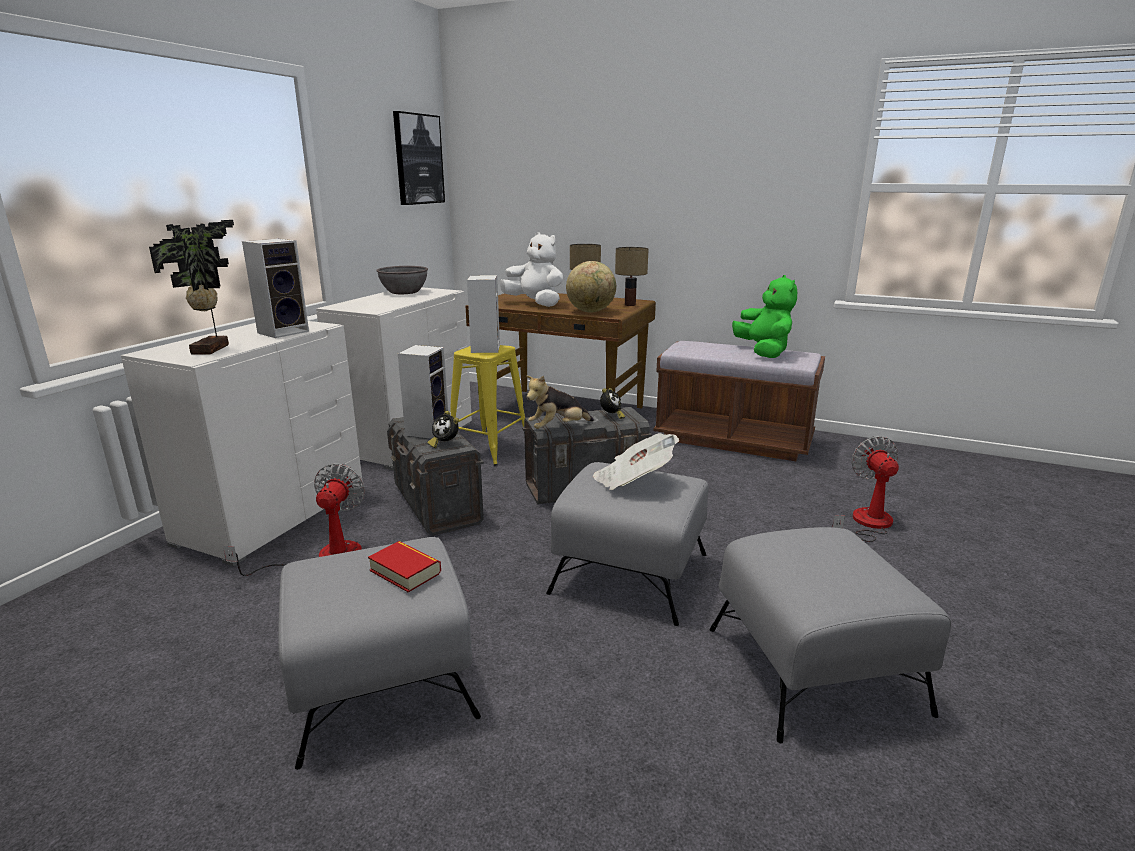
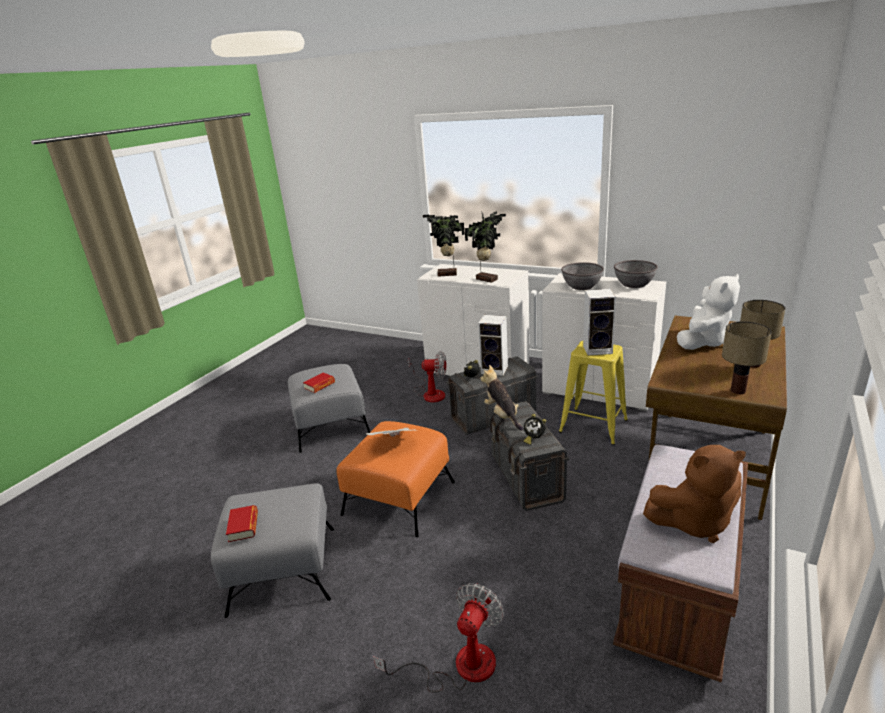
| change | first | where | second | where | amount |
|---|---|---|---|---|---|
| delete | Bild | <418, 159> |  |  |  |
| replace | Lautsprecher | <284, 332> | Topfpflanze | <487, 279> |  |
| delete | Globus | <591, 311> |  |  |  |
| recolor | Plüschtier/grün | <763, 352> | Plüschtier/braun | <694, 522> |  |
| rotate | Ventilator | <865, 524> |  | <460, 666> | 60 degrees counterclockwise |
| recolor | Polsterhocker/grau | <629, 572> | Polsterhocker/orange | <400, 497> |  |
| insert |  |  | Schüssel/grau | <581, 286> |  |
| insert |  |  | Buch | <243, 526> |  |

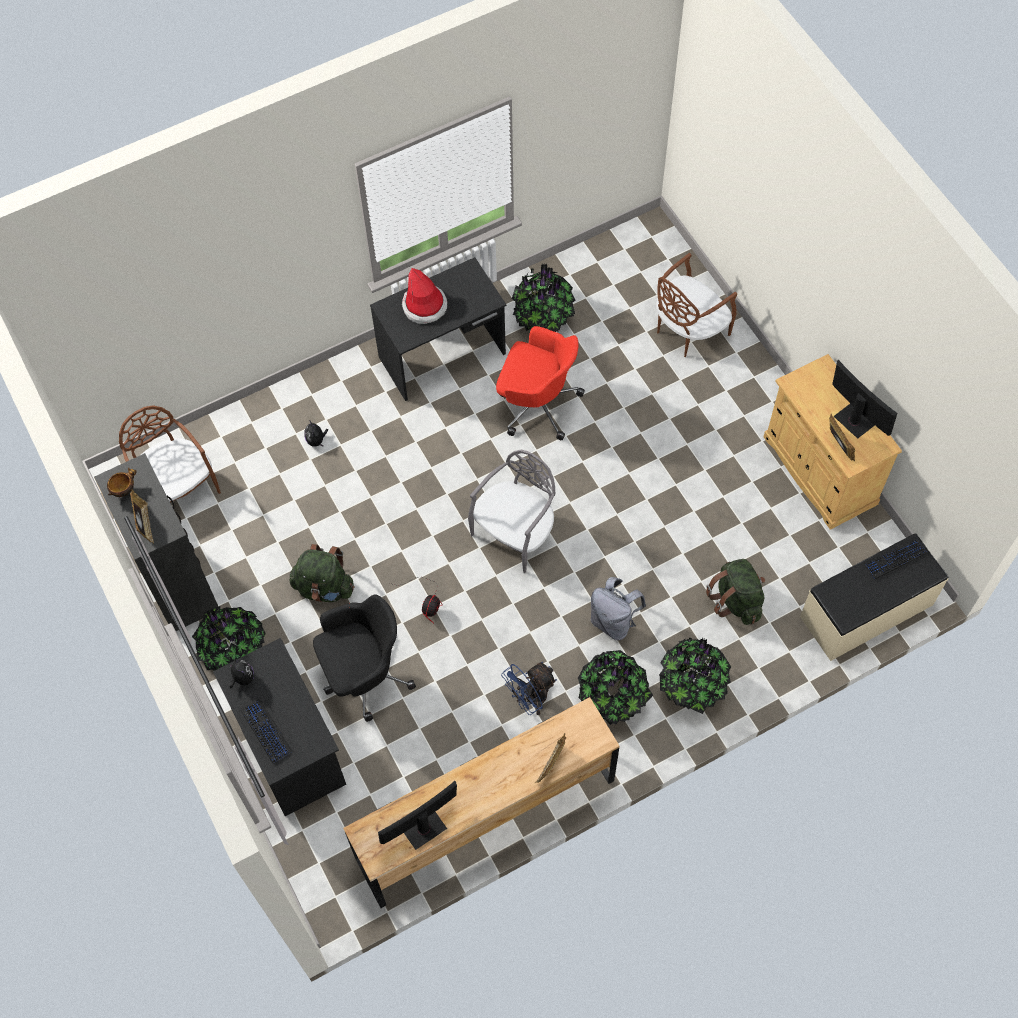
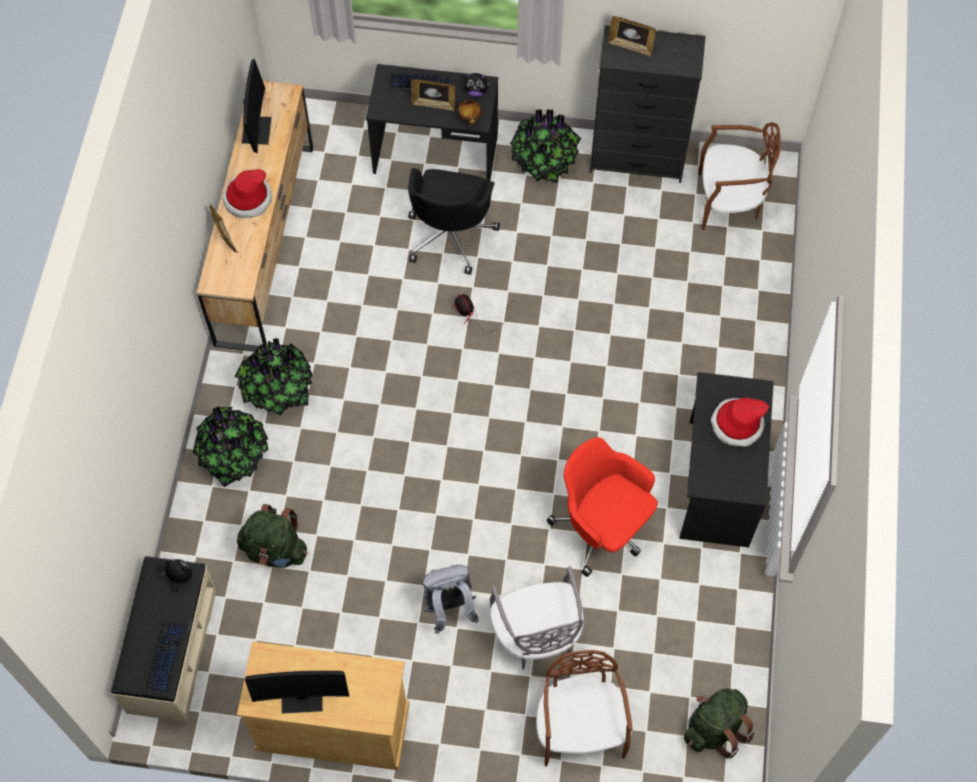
| change | first | where | second | where | amount |
|---|---|---|---|---|---|
| delete | Topfpflanze | <543, 319> |  |  |  |
| rotate | Bürostuhl/rot | <537, 403> |  | <602, 528> | 75 degrees clockwise |
| move | Bilderrahmen | <838, 446> |  | <433, 104> |  |
| move | Plüschtier | <316, 440> |  | <180, 578> |  |
| move | Stuhl/grau | <515, 533> |  | <537, 635> |  |
| move | Schüssel | <124, 490> |  | <470, 119> |  |
| move | Rucksack/grün | <324, 587> |  | <715, 728> |  |
| move | Rucksack/grau | <613, 621> |  | <449, 608> |  |
| delete | Ventilator/blau | <530, 699> |  |  |  |
| insert |  |  | Hut | <248, 199> |  |

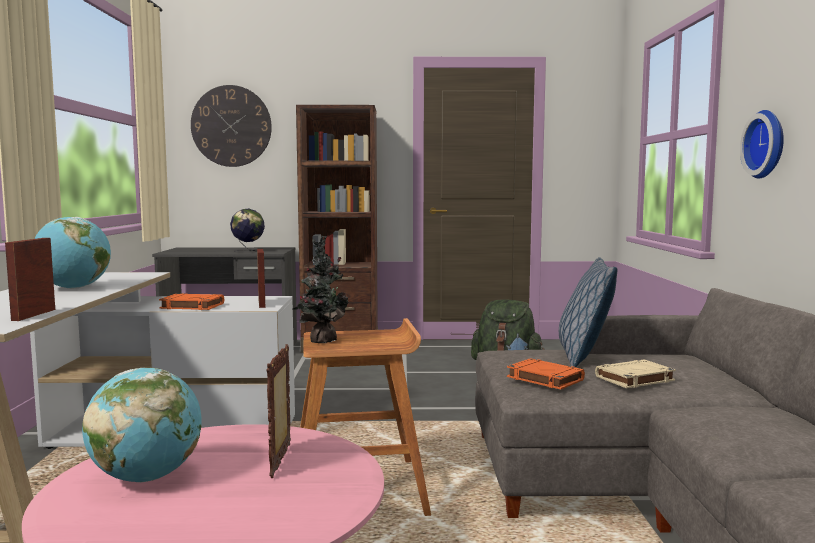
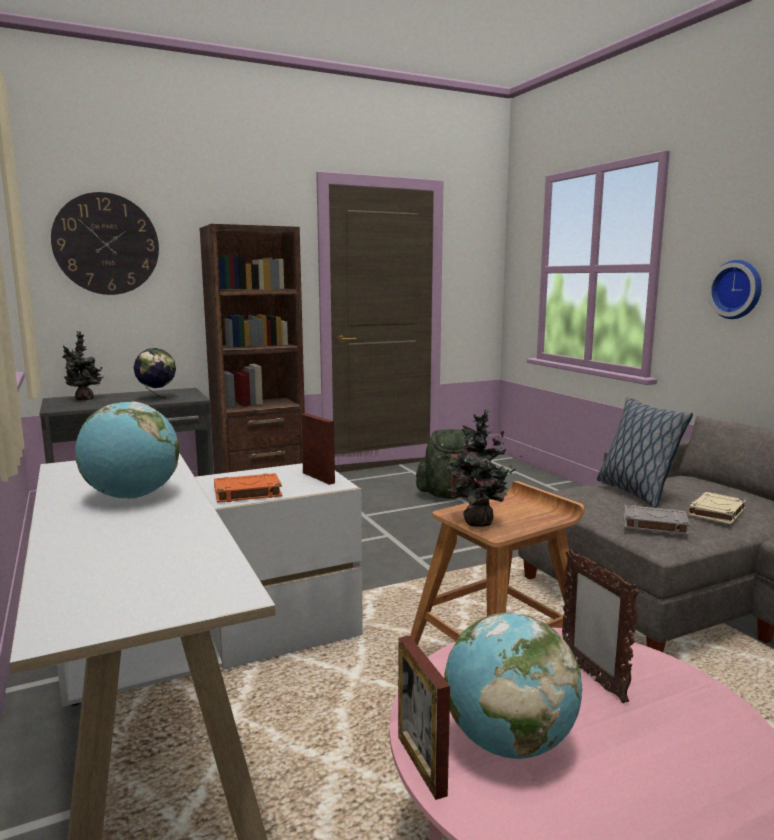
| change | first | where | second | where | amount |
|---|---|---|---|---|---|
| move | Bilderrahmen | <34, 315> |  | <421, 764> |  |
| recolor | Buch/orange | <544, 378> | Buch/grau | <653, 524> |  |
| insert |  |  | Topfpflanze | <84, 399> |  |

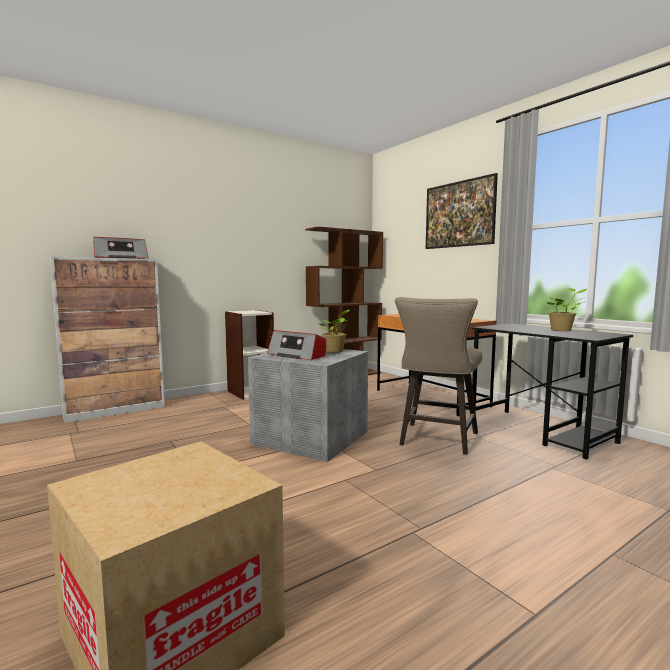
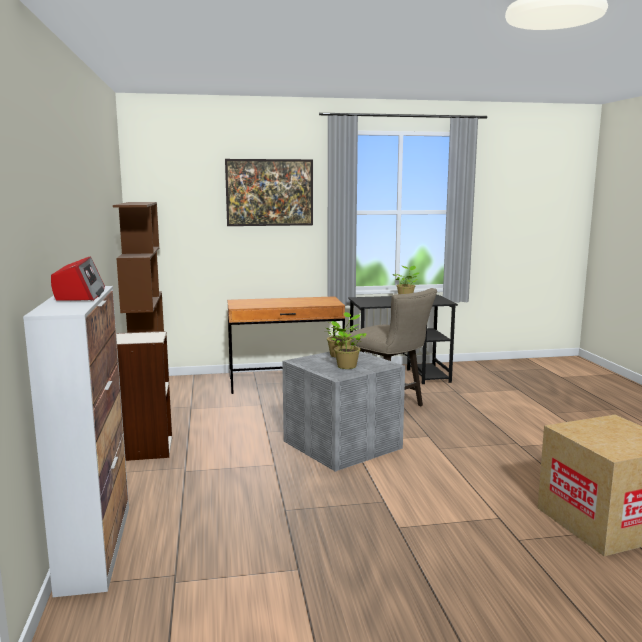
| change | first | where | second | where | amount |
|---|---|---|---|---|---|
| replace | Radio | <297, 355> | Topfpflanze | <346, 367> |  |

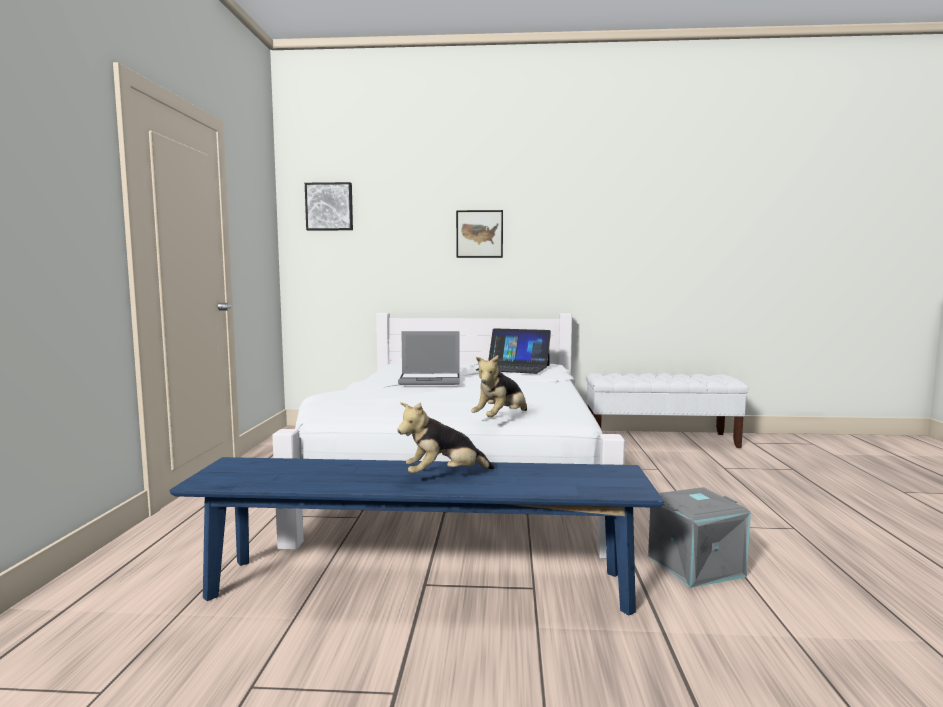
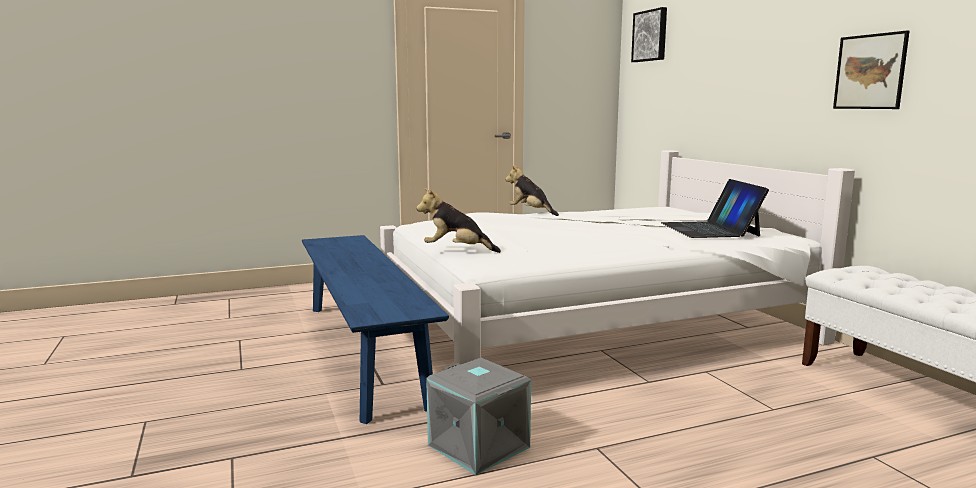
| change | first | where | second | where | amount |
|---|---|---|---|---|---|
| move | Bild | <479, 234> |  | <870, 72> |  |
| delete | Laptop | <431, 381> |  |  |  |
| move | Plüschtier | <444, 476> |  | <531, 212> |  |

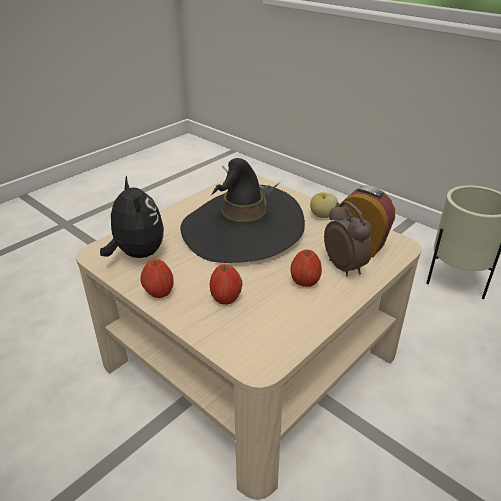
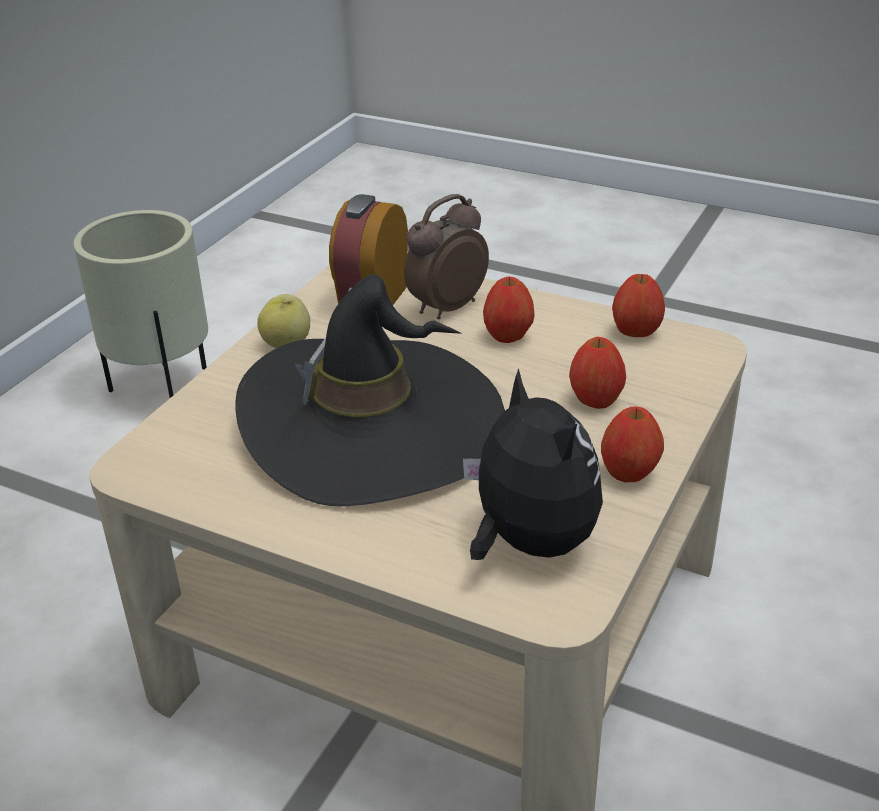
| change | first | where | second | where | amount |
|---|---|---|---|---|---|
| rotate | Plüschtier | <137, 254> |  | <529, 543> | 105 degrees clockwise |
| insert |  |  | Apfel | <635, 332> |  |

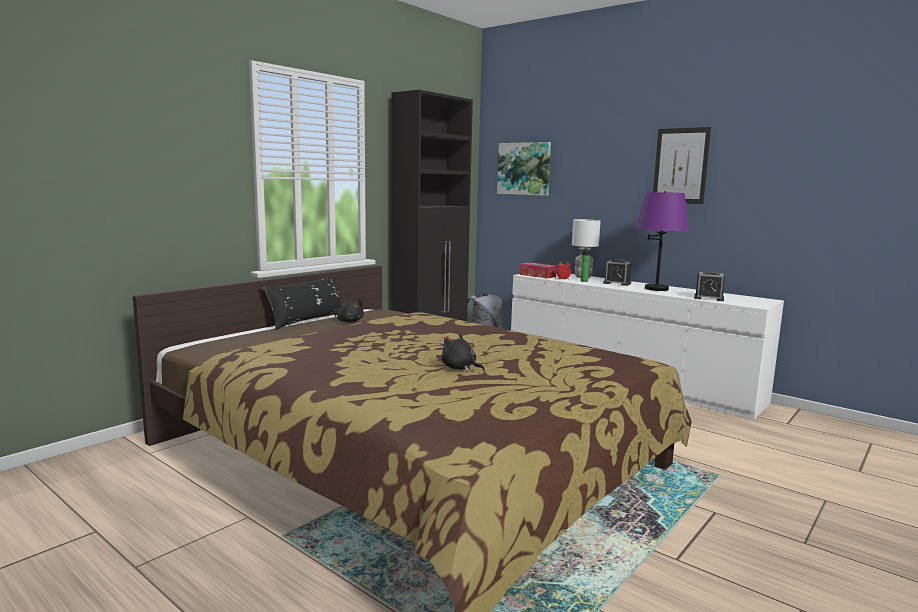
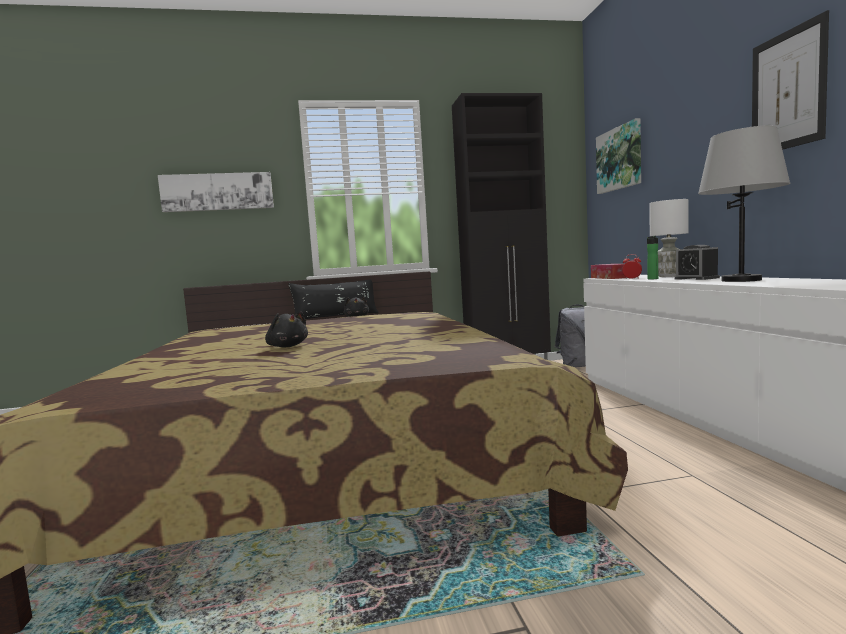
| change | first | where | second | where | amount |
|---|---|---|---|---|---|
| recolor | Tischlampe/lila | <657, 289> | Tischlampe/grau | <742, 280> |  |
| delete | Wecker | <708, 298> |  |  |  |
| rotate | Plüschtier/schwarz | <460, 368> |  | <287, 346> | 150 degrees clockwise |
| insert |  |  | Bild | <217, 192> |  |

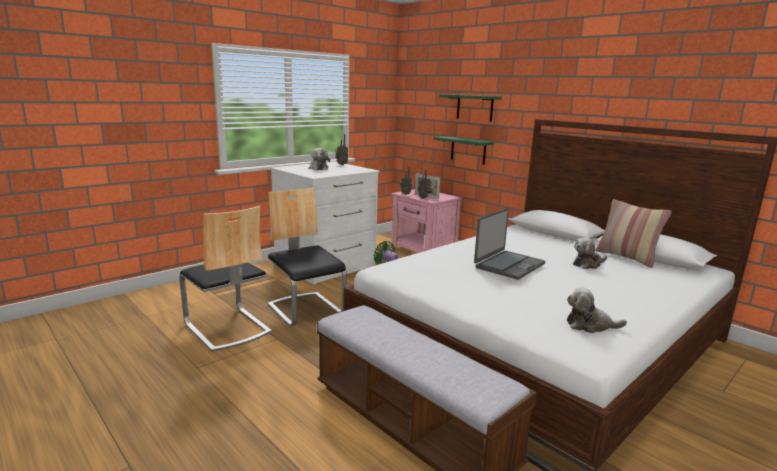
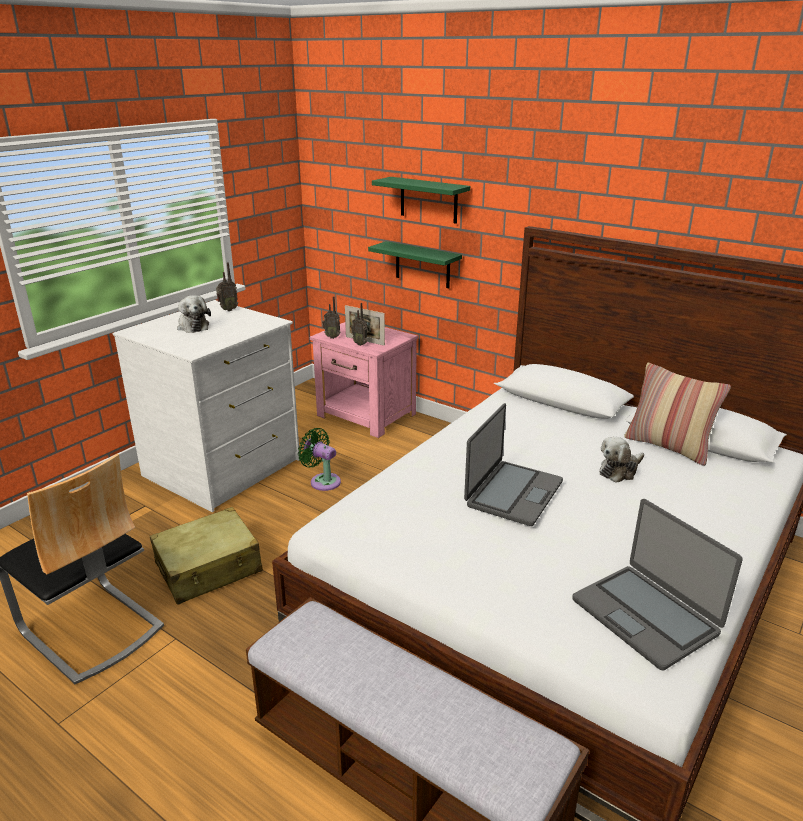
| change | first | where | second | where | amount |
|---|---|---|---|---|---|
| replace | Stuhl | <306, 309> | Koffer/beige | <209, 568> |  |
| replace | Plüschtier | <590, 325> | Laptop | <645, 616> |  |

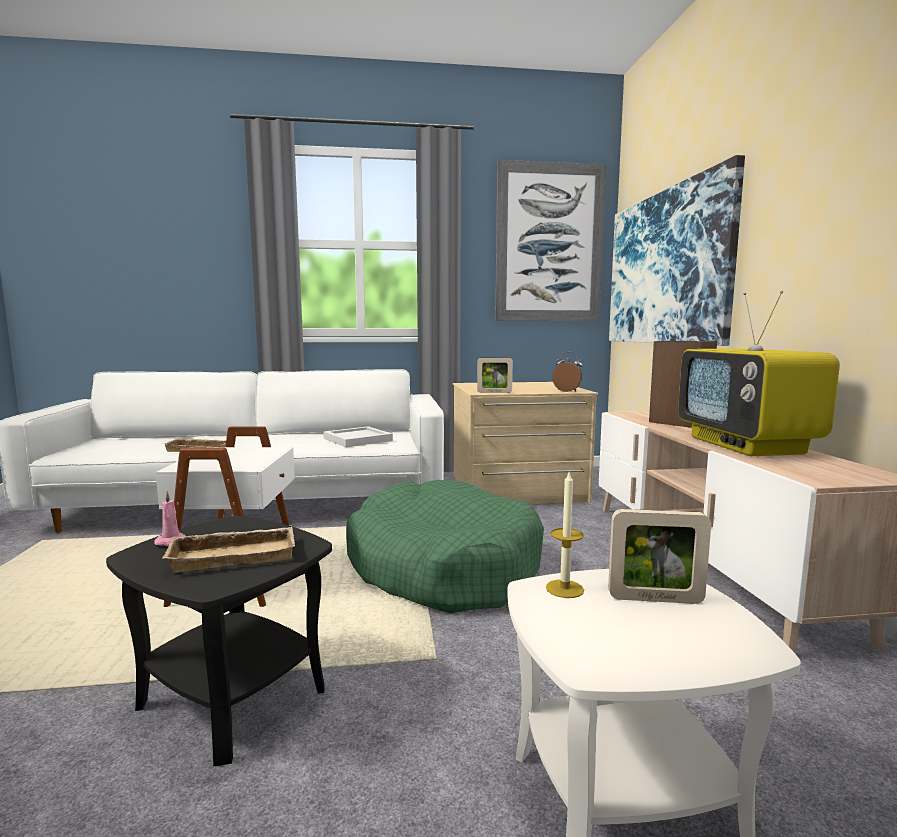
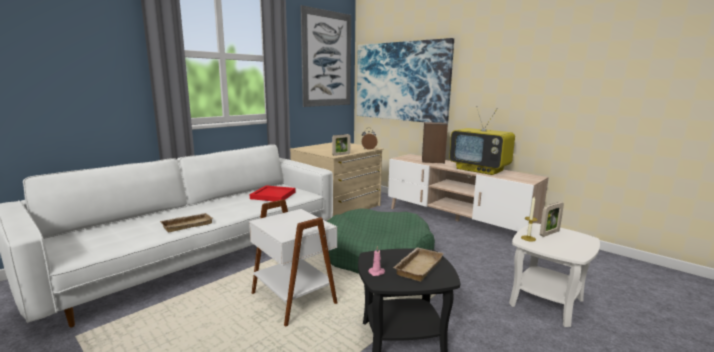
| change | first | where | second | where | amount |
|---|---|---|---|---|---|
| recolor | Tablett/weiß | <359, 439> | Tablett/rot | <274, 195> |  |

